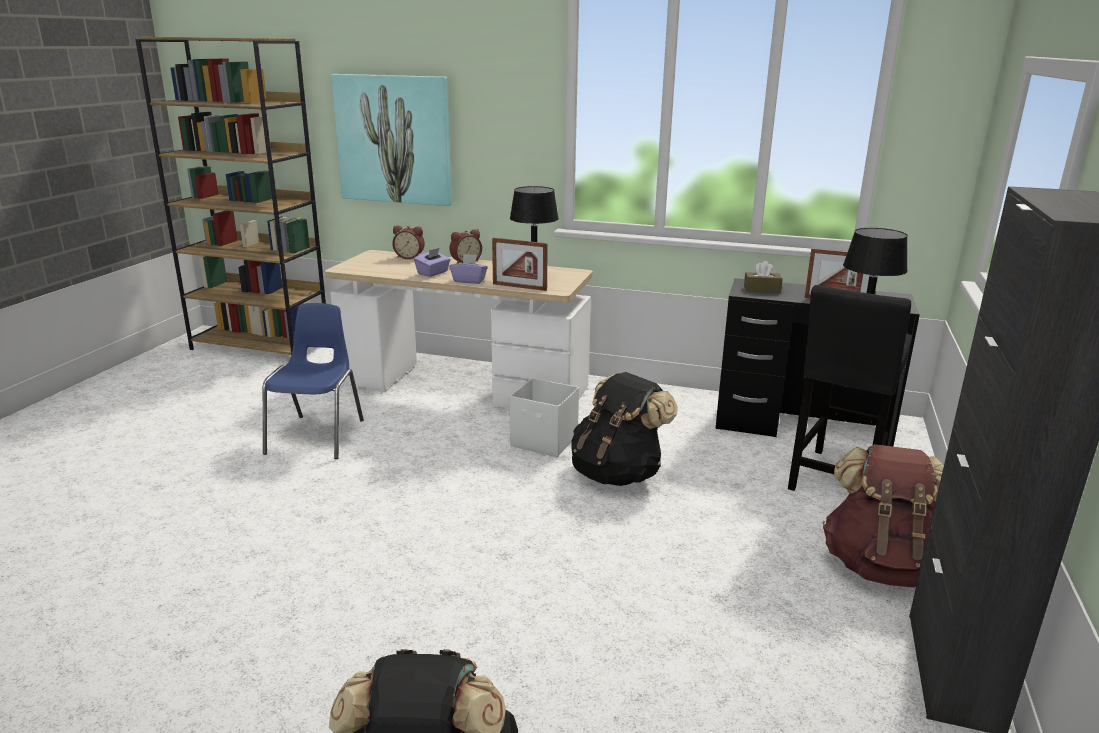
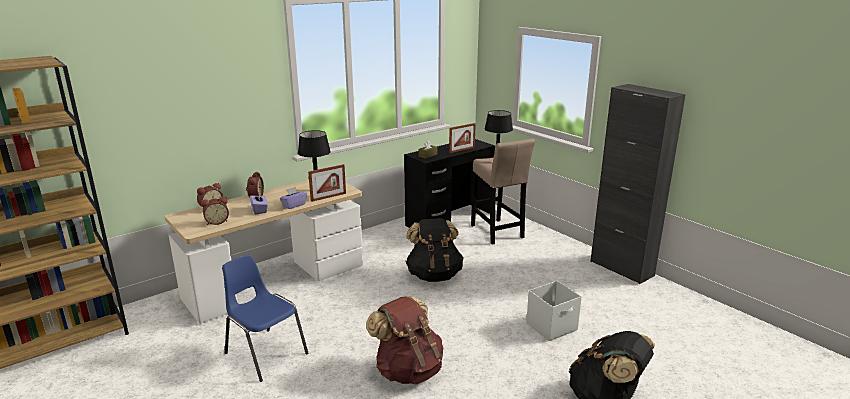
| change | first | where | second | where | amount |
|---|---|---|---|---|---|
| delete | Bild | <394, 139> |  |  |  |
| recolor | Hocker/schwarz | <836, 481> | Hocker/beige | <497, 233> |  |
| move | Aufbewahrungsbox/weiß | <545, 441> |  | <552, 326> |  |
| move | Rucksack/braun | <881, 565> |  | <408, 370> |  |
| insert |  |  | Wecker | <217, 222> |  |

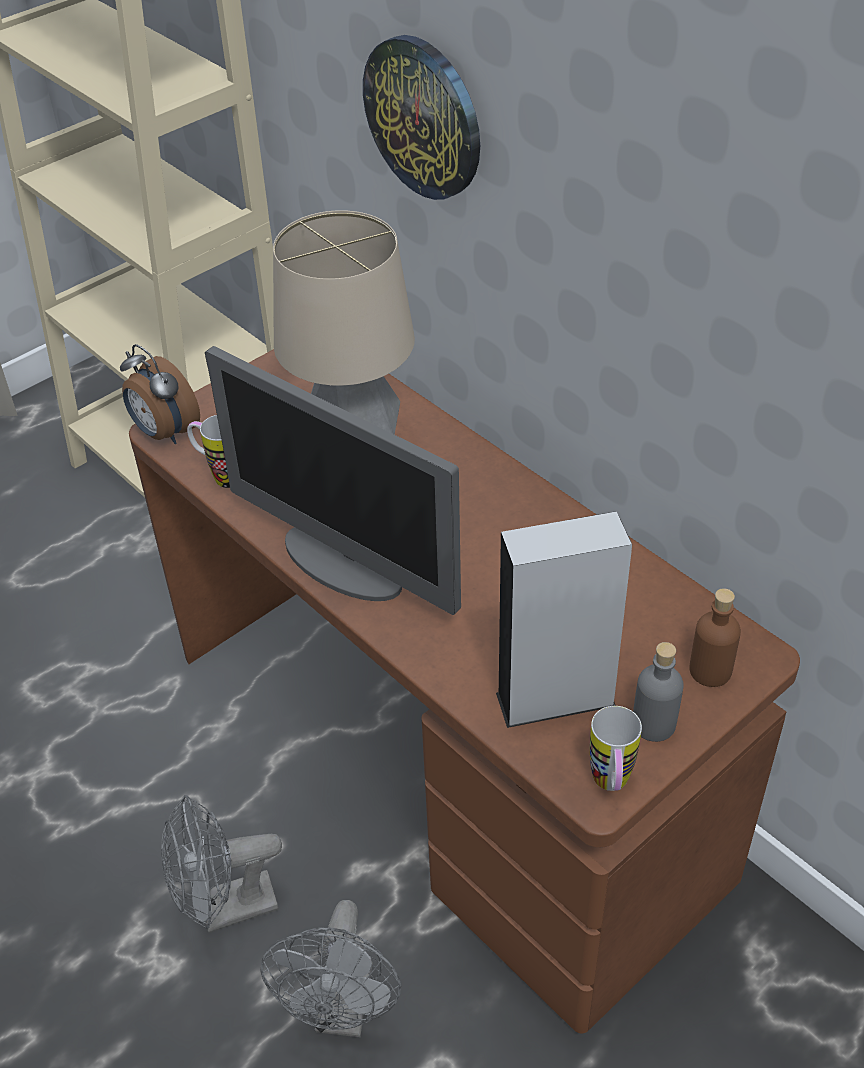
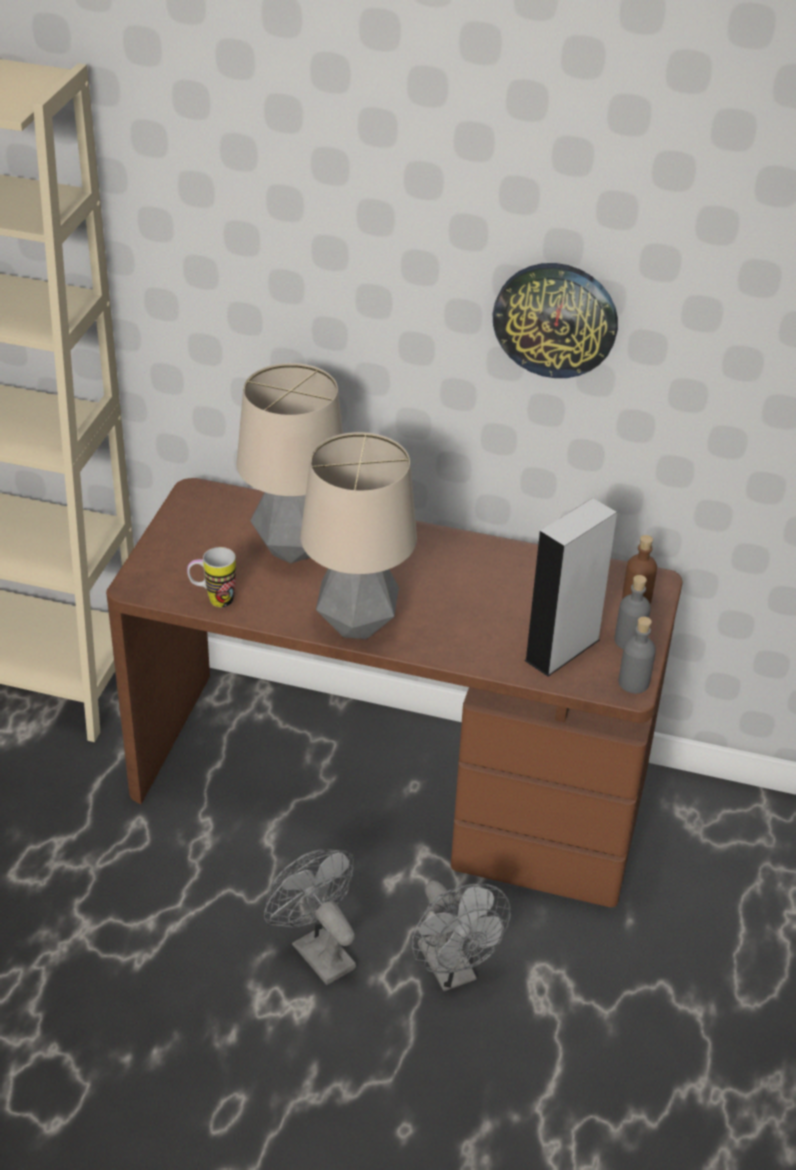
| change | first | where | second | where | amount |
|---|---|---|---|---|---|
| move | Wanduhr | <424, 117> |  | <555, 319> |  |
| delete | Wecker | <164, 433> |  |  |  |
| replace | Monitor | <344, 564> | Tischlampe | <357, 624> |  |
| replace | Henkelbecher | <611, 786> | Flasche/grau | <633, 683> |  |
| rotate | Ventilator/grau | <226, 909> |  | <316, 950> | 105 degrees clockwise |

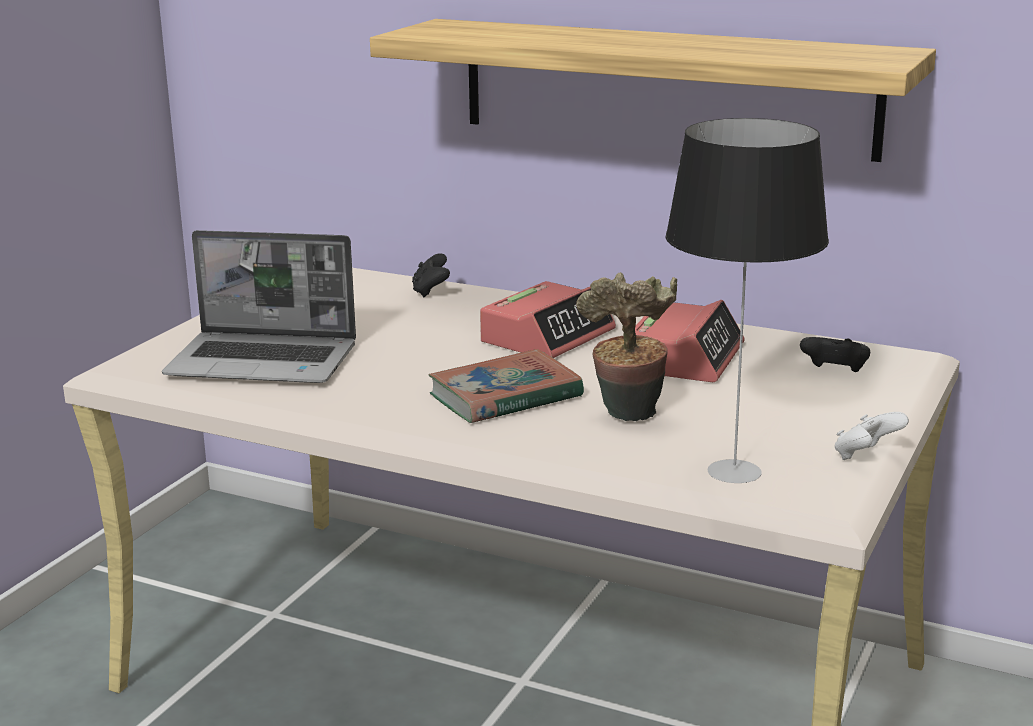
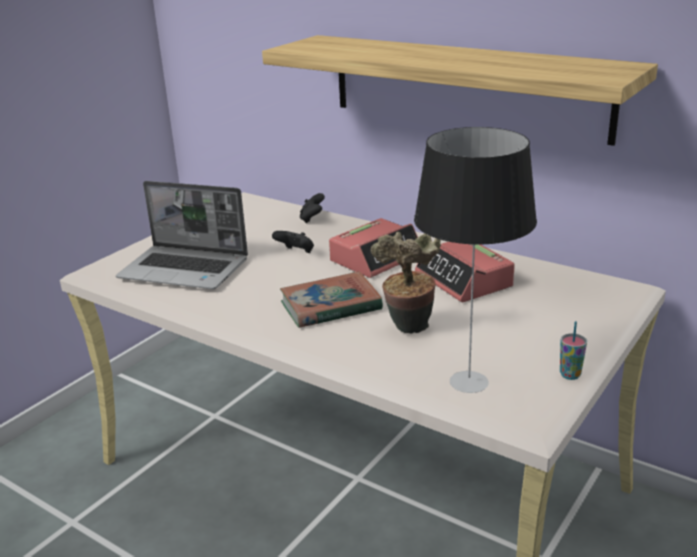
| change | first | where | second | where | amount |
|---|---|---|---|---|---|
| rotate | Wecker | <684, 358> |  | <464, 280> | 120 degrees clockwise |
| move | Gamepad/schwarz | <834, 373> |  | <296, 253> |  |
| replace | Gamepad/weiß | <865, 457> | Tasse | <570, 375> |  |

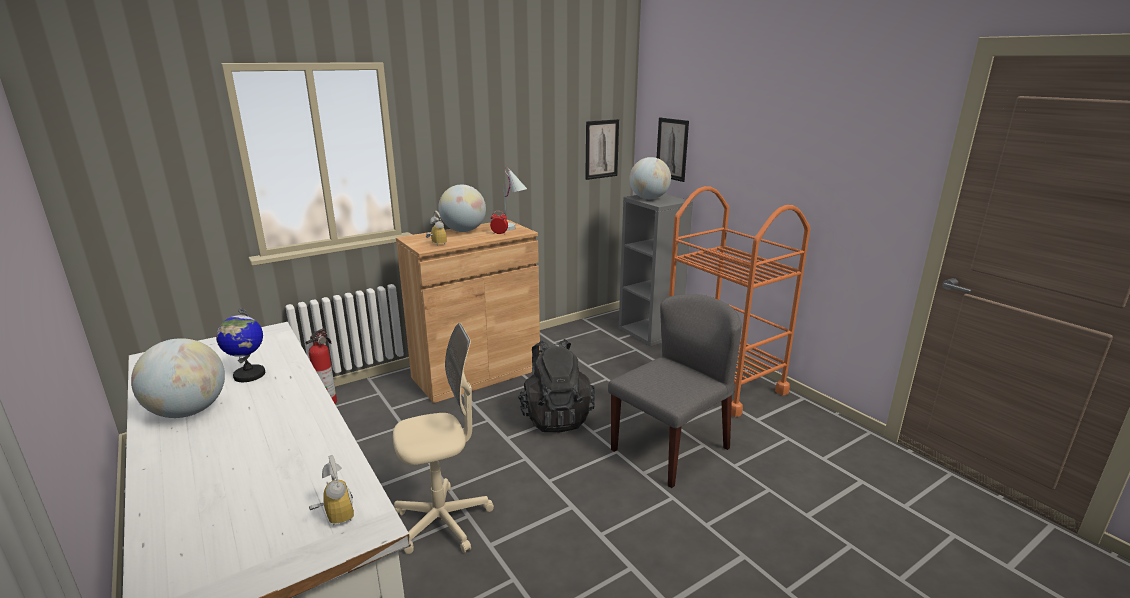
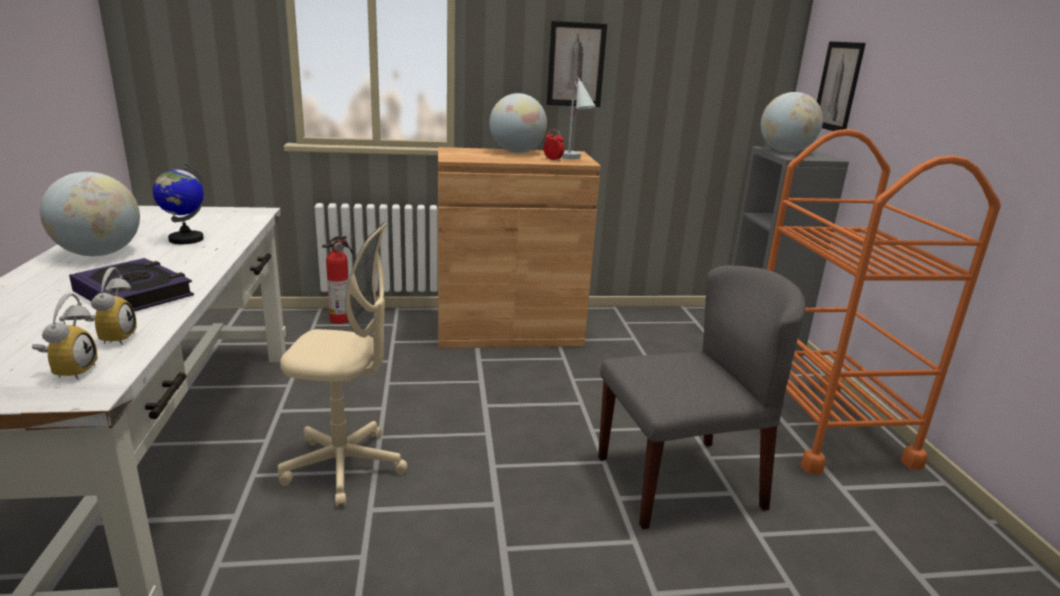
| change | first | where | second | where | amount |
|---|---|---|---|---|---|
| move | Bild | <601, 149> |  | <576, 64> |  |
| move | Wecker | <435, 244> |  | <113, 338> |  |
| delete | Rucksack/schwarz | <555, 417> |  |  |  |
| insert |  |  | Buch | <134, 294> |  |

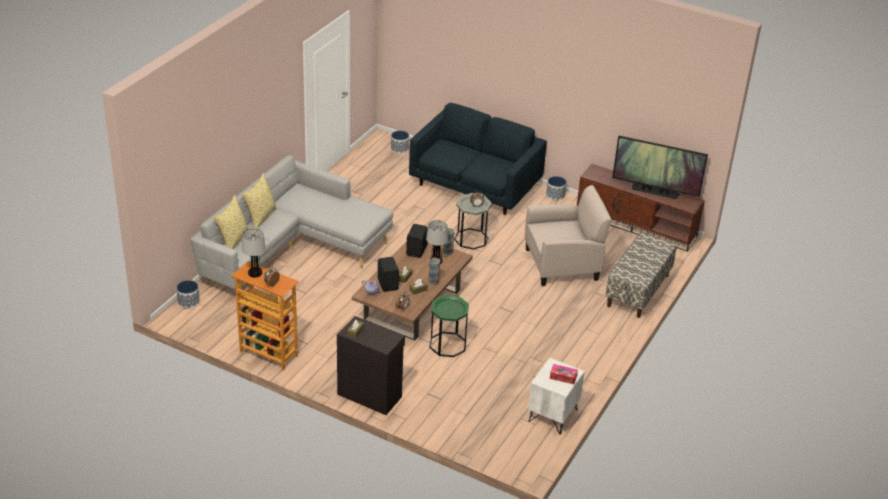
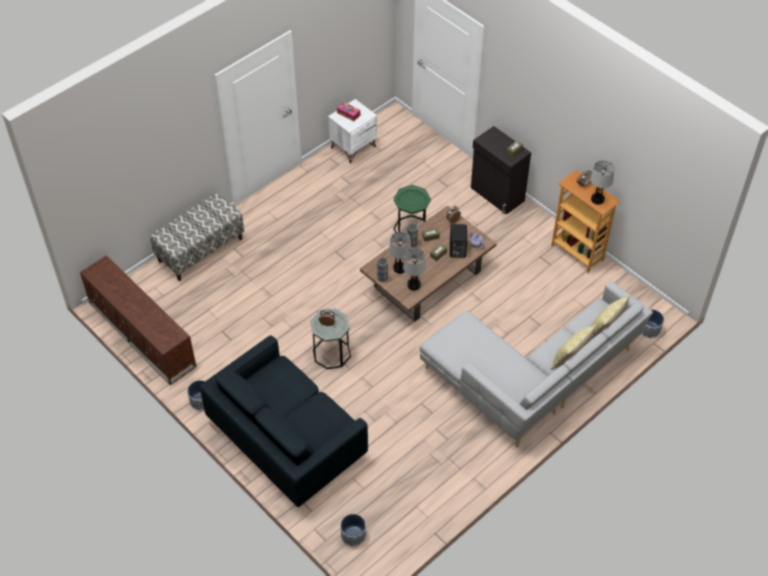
| change | first | where | second | where | amount |
|---|---|---|---|---|---|
| delete | Fernseher | <654, 191> |  |  |  |
| delete | Sessel/beige | <562, 264> |  |  |  |
| replace | Lautsprecher/schwarz | <417, 251> | Tischlampe | <413, 285> |  |

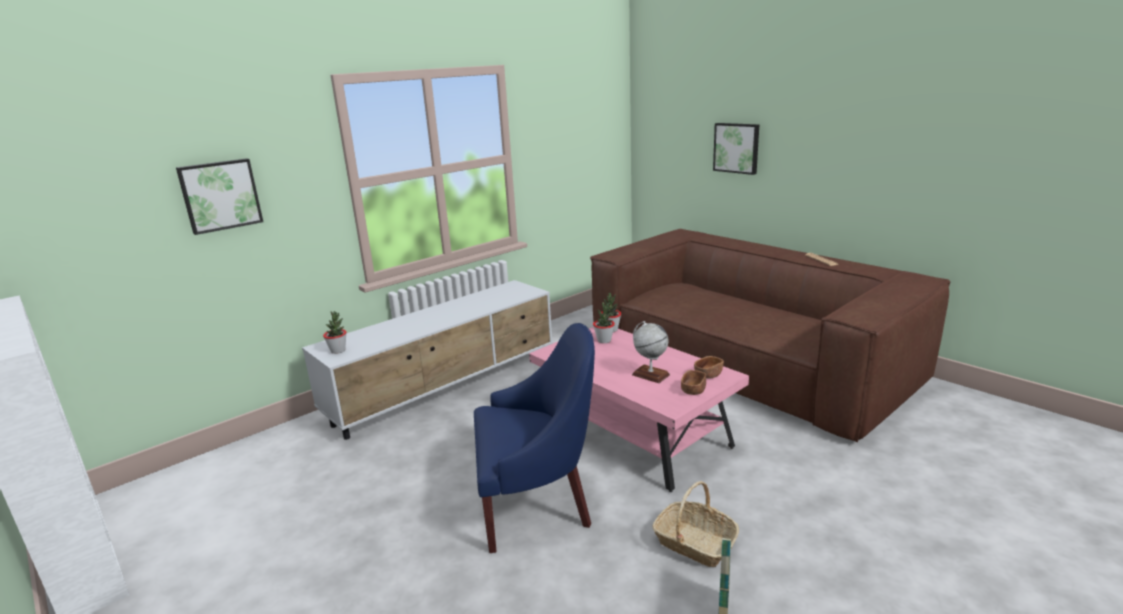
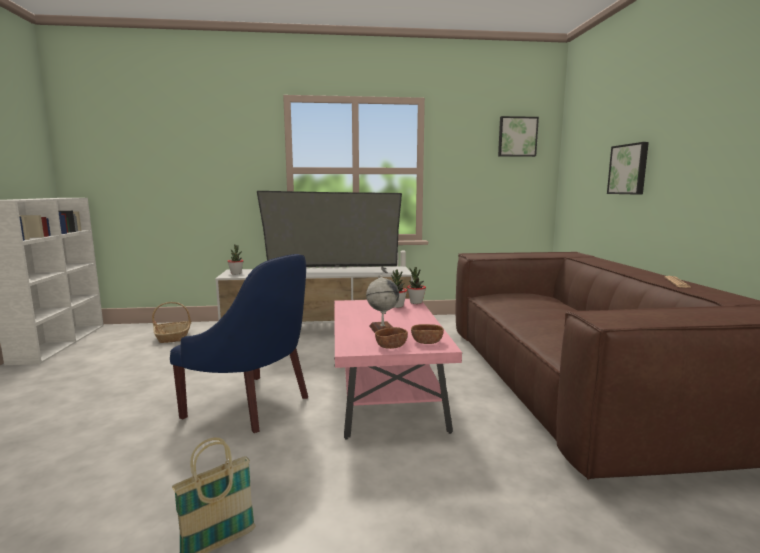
| change | first | where | second | where | amount |
|---|---|---|---|---|---|
| move | Bild | <220, 195> |  | <517, 137> |  |
| move | Korb | <694, 543> |  | <174, 337> |  |
| insert |  |  | Fernseher | <332, 271> |  |

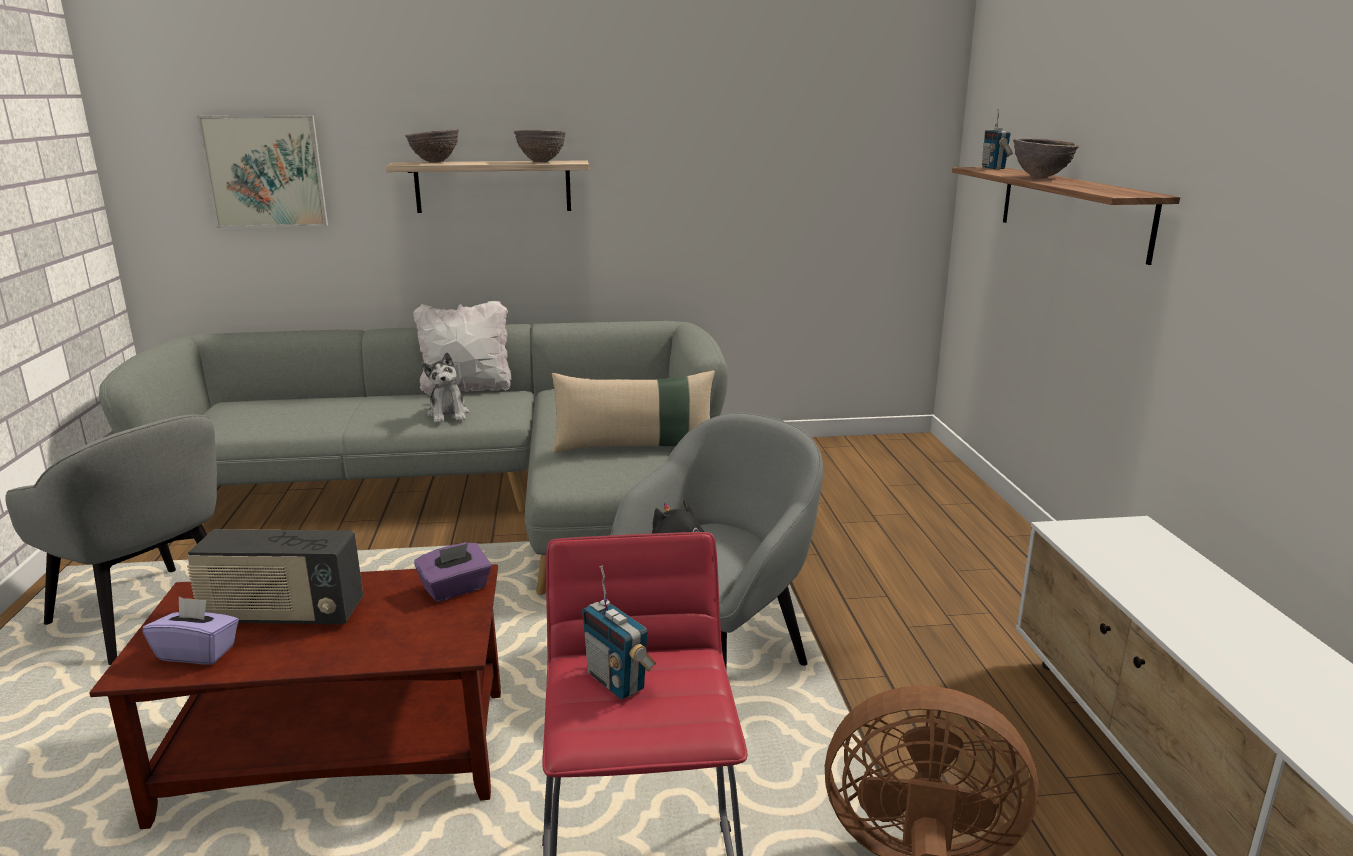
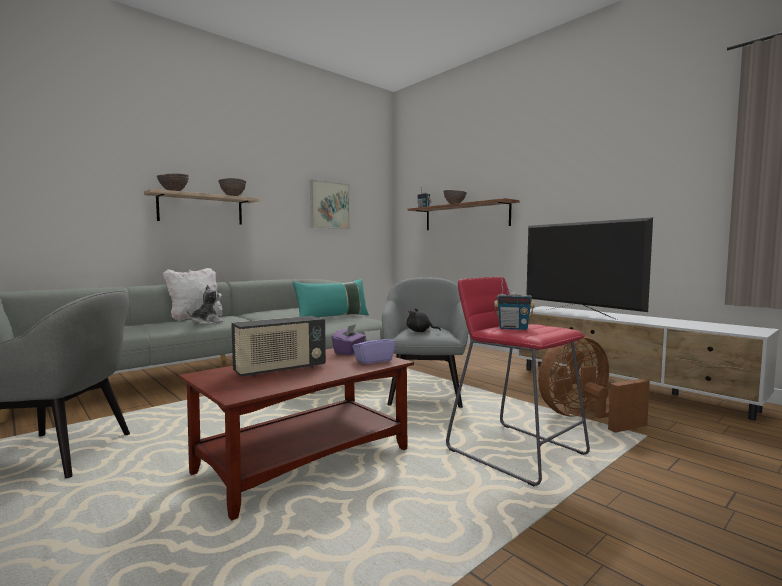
| change | first | where | second | where | amount |
|---|---|---|---|---|---|
| move | Bild | <265, 171> |  | <329, 205> |  |
| rotate | Plüschtier | <448, 414> |  | <206, 323> | 90 degrees counterclockwise |
| recolor | Kissen/beige | <634, 447> | Kissen/türkis | <333, 317> |  |
| move | Taschentuchbox/lila | <198, 652> |  | <373, 360> |  |
| insert |  |  | Fernseher | <579, 314> |  |

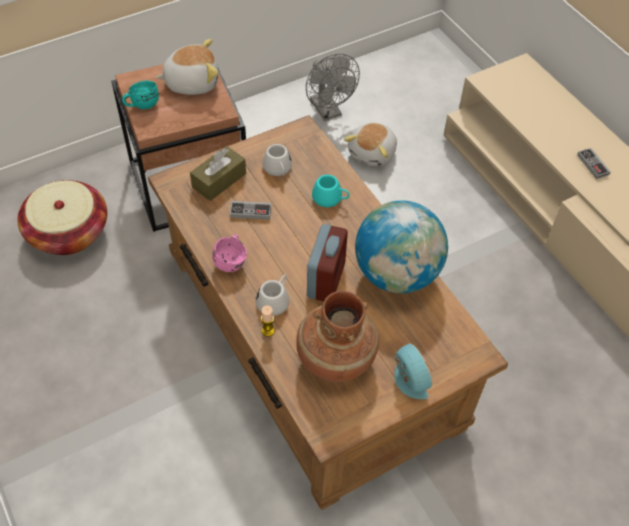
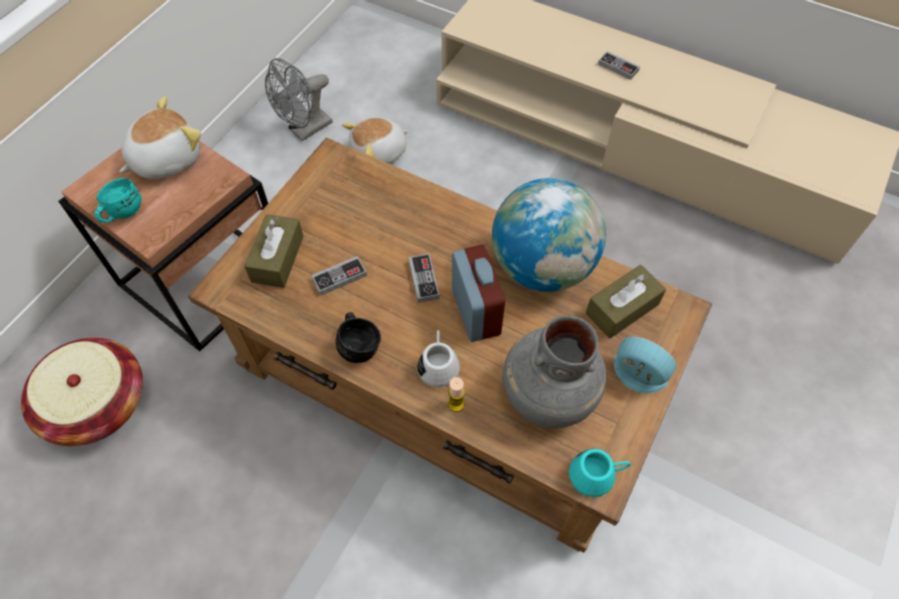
| change | first | where | second | where | amount |
|---|---|---|---|---|---|
| rotate | Ventilator/grau | <328, 111> |  | <305, 130> | 105 degrees clockwise |
| rotate | Plüschtier | <373, 153> |  | <380, 153> | 60 degrees clockwise |
| delete | Henkelbecher/weiß | <278, 169> |  |  |  |
| move | Henkelbecher/türkis | <330, 198> |  | <597, 475> |  |
| recolor | Henkelbecher/rosa | <232, 261> | Henkelbecher/schwarz | <359, 345> |  |
| recolor | Vase/braun | <335, 358> | Vase/grau | <547, 394> |  |
| insert |  |  | Gamepad | <423, 279> |  |
| insert |  |  | Taschentuchbox/braun | <622, 309> |  |

